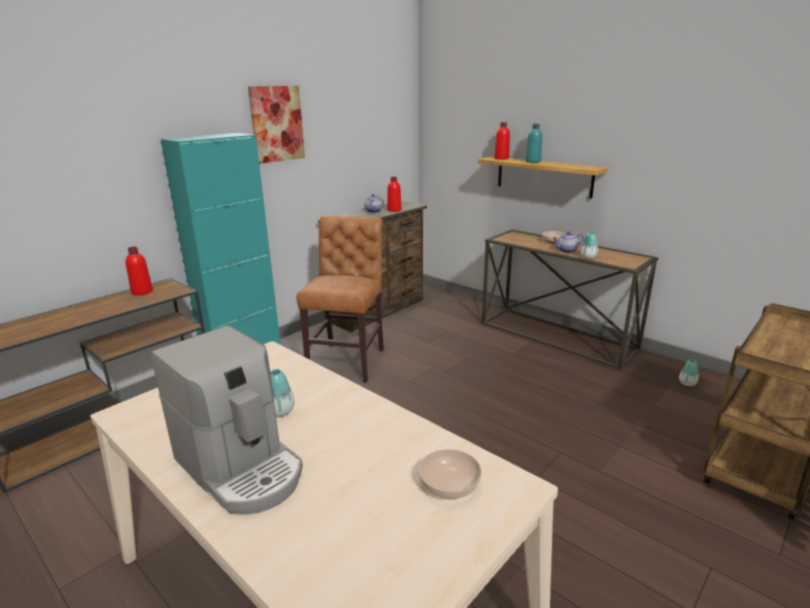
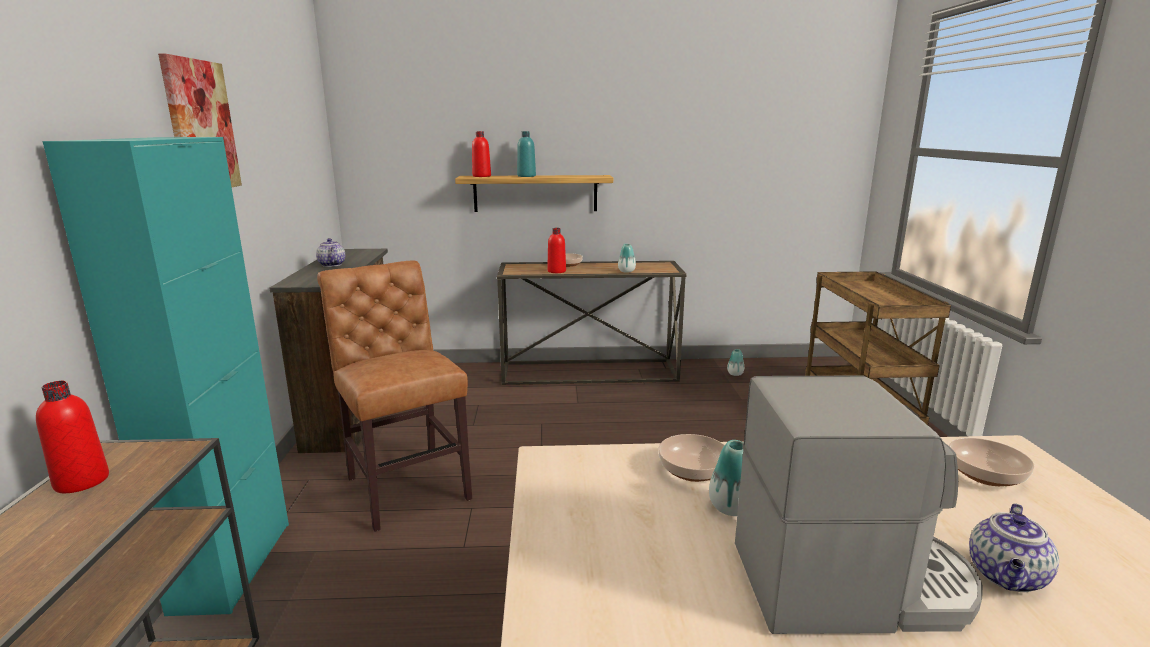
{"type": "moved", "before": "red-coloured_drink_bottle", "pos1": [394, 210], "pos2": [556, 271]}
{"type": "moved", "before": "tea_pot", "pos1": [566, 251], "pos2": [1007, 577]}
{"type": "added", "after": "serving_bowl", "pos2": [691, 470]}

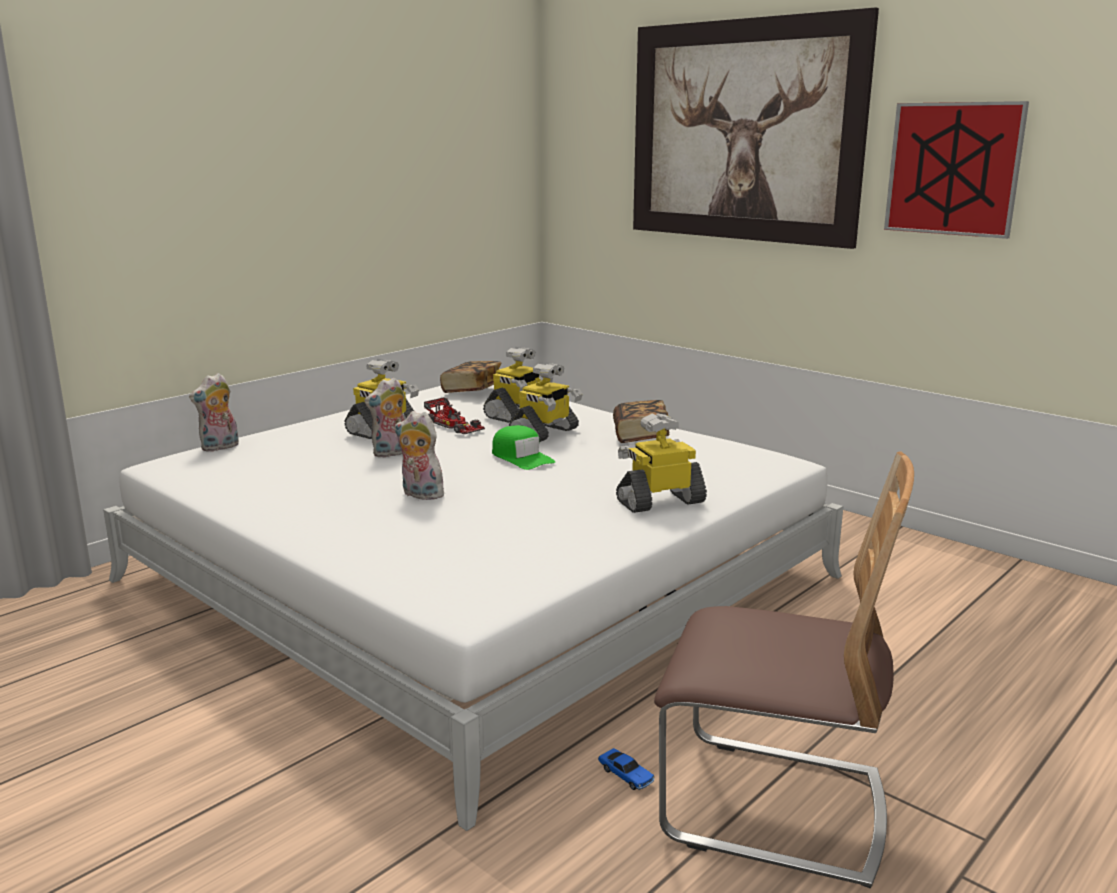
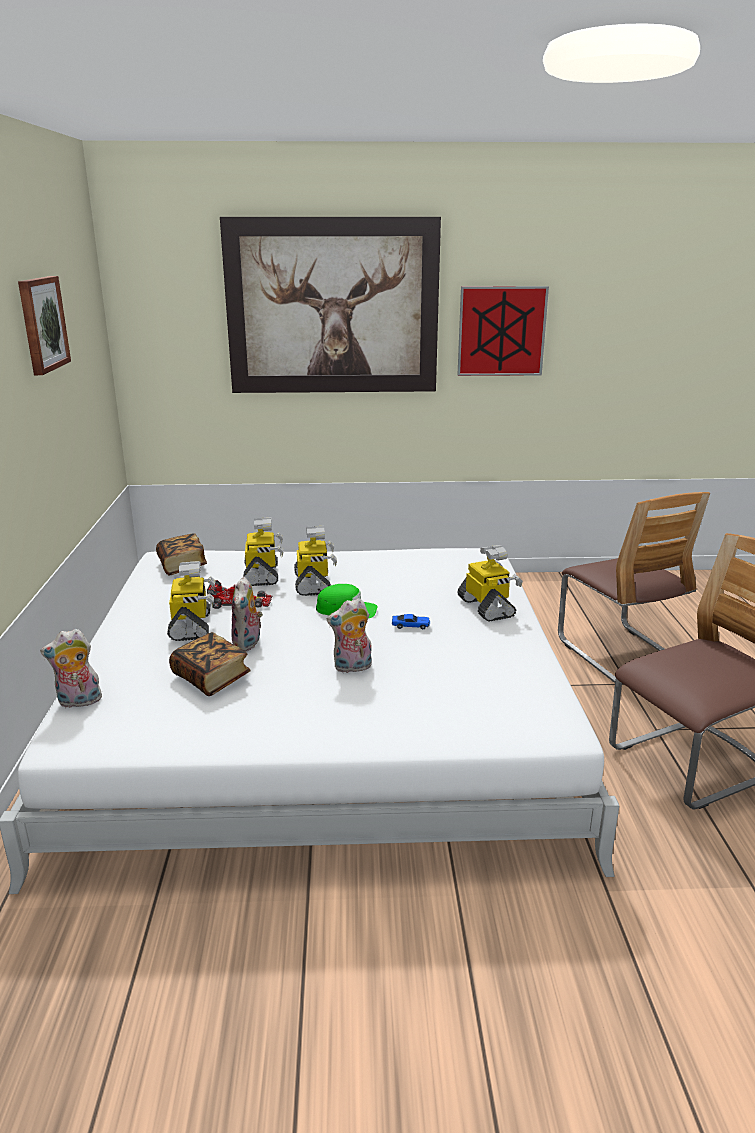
{"type": "turned", "before": "cuddly_toy", "pos1": [220, 447], "pos2": [78, 702], "turn": 75}
{"type": "moved", "before": "miniature_car", "pos1": [626, 775], "pos2": [411, 625]}
{"type": "moved", "before": "volume", "pos1": [640, 436], "pos2": [211, 678]}
{"type": "turned", "before": "toy_robot", "pos1": [660, 501], "pos2": [487, 608], "turn": 135}
{"type": "added", "after": "wall_picture", "pos2": [42, 324]}
{"type": "added", "after": "chair", "pos2": [619, 653]}

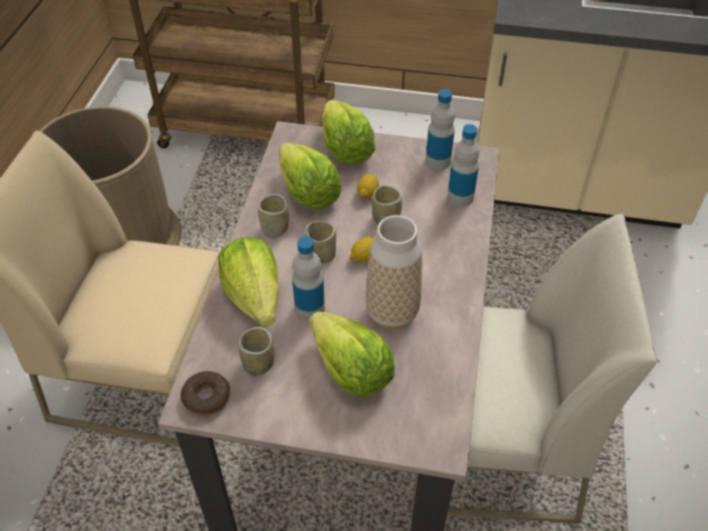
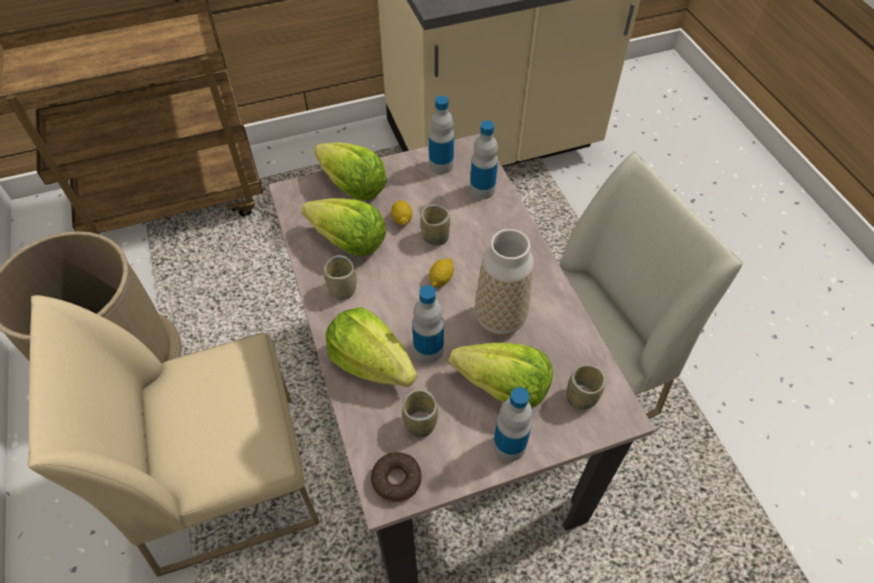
{"type": "moved", "before": "drinking_cup", "pos1": [321, 255], "pos2": [581, 397]}
{"type": "added", "after": "drink_bottle", "pos2": [509, 445]}

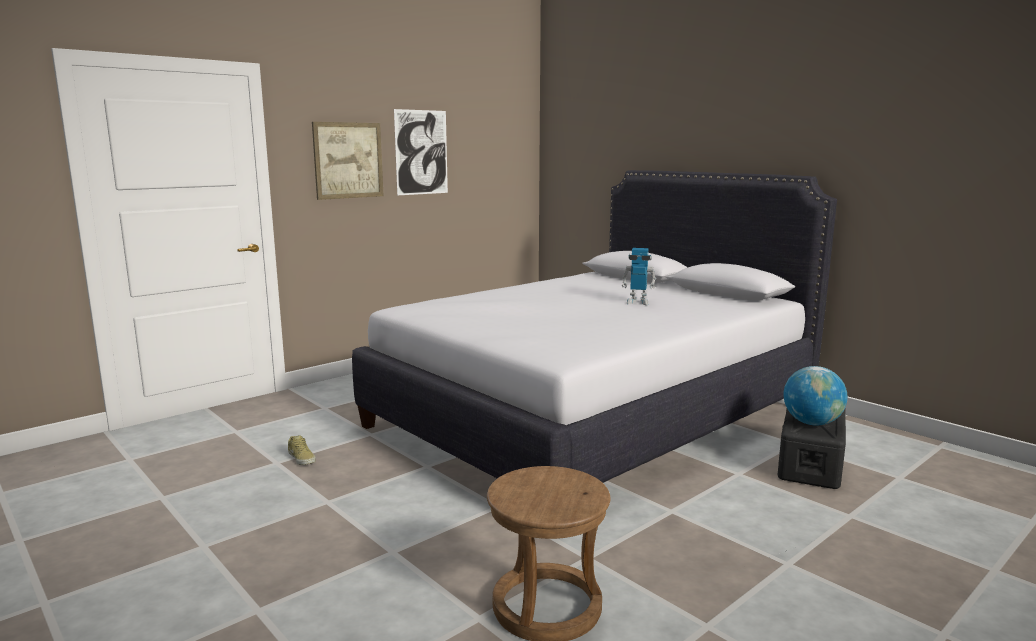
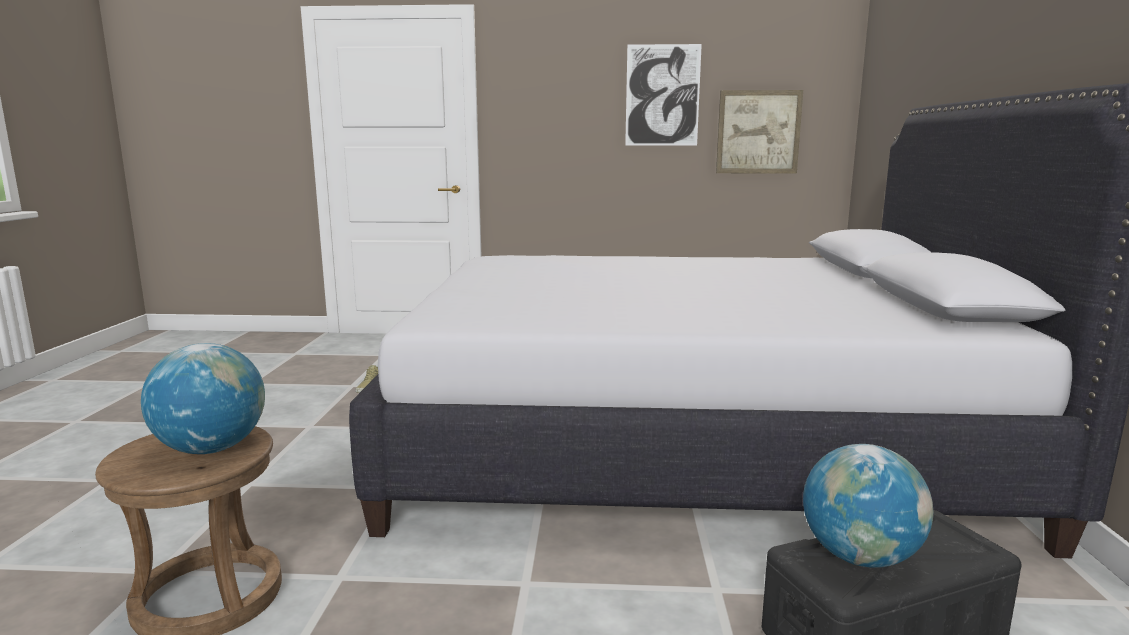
{"type": "moved", "before": "wall_picture", "pos1": [348, 160], "pos2": [758, 132]}
{"type": "removed", "before": "toy_robot", "pos1": [637, 302]}
{"type": "added", "after": "globe", "pos2": [211, 448]}

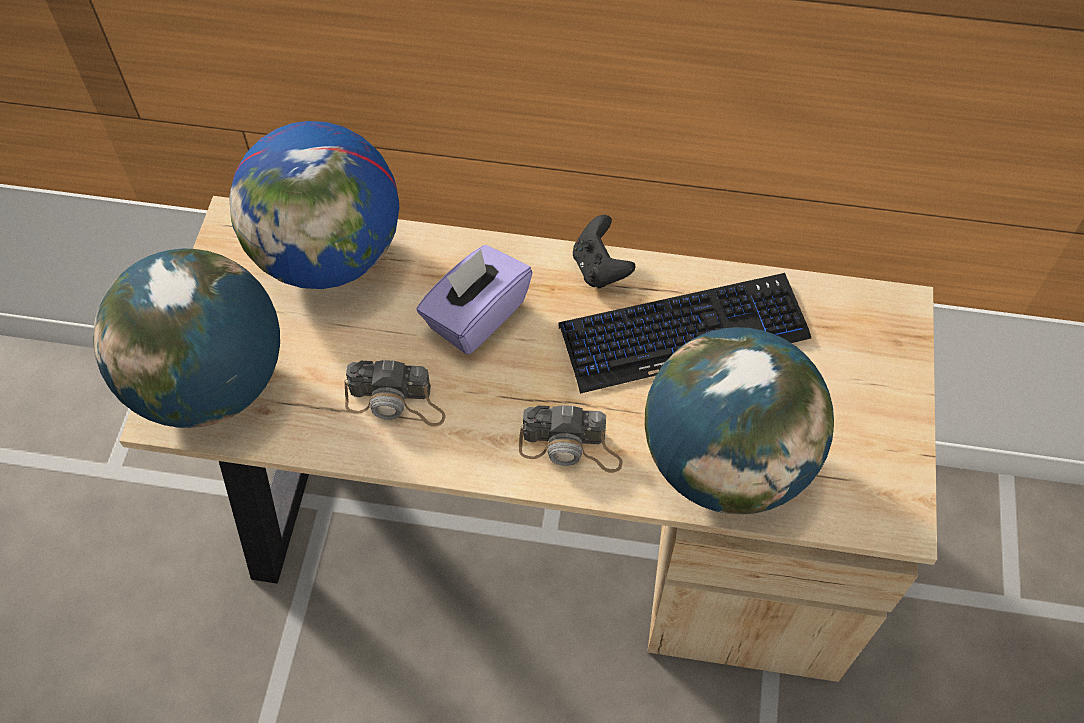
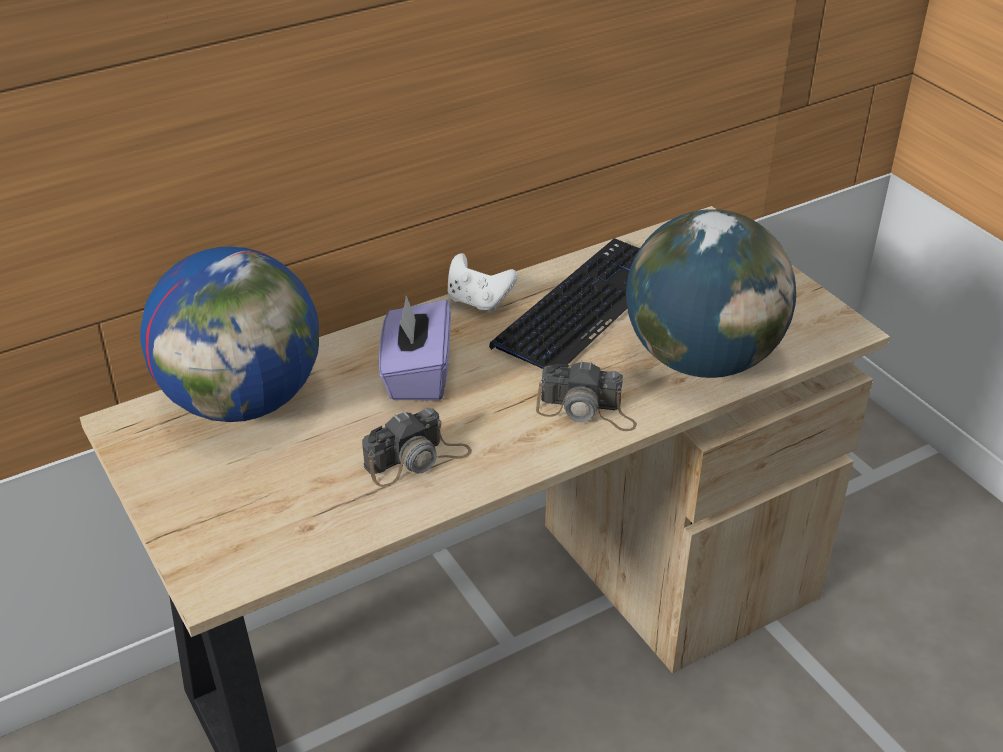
{"type": "removed", "before": "globe", "pos1": [211, 382]}
{"type": "turned", "before": "photo_camera", "pos1": [571, 447], "pos2": [586, 411], "turn": 45}
{"type": "recoloured", "before": "black-coloured_joypad", "after": "white-coloured_joypad", "pos1": [600, 268], "pos2": [478, 302]}

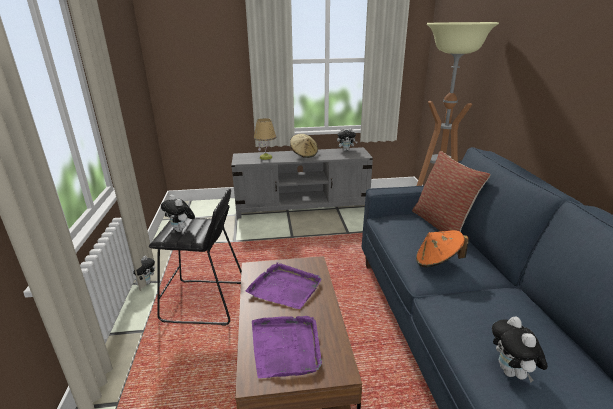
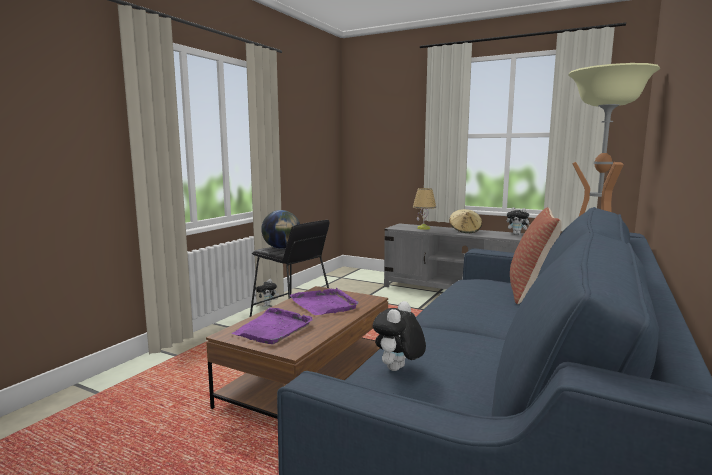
{"type": "replaced", "before": "cuddly_toy", "after": "globe", "pos1": [181, 230], "pos2": [282, 248]}
{"type": "removed", "before": "orangey_hat", "pos1": [437, 262]}

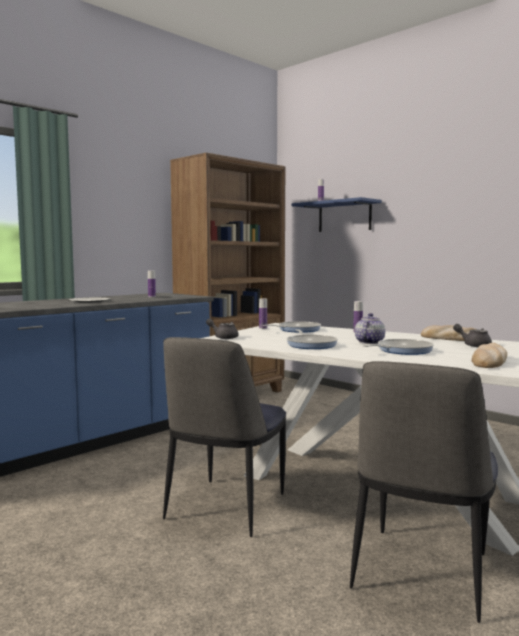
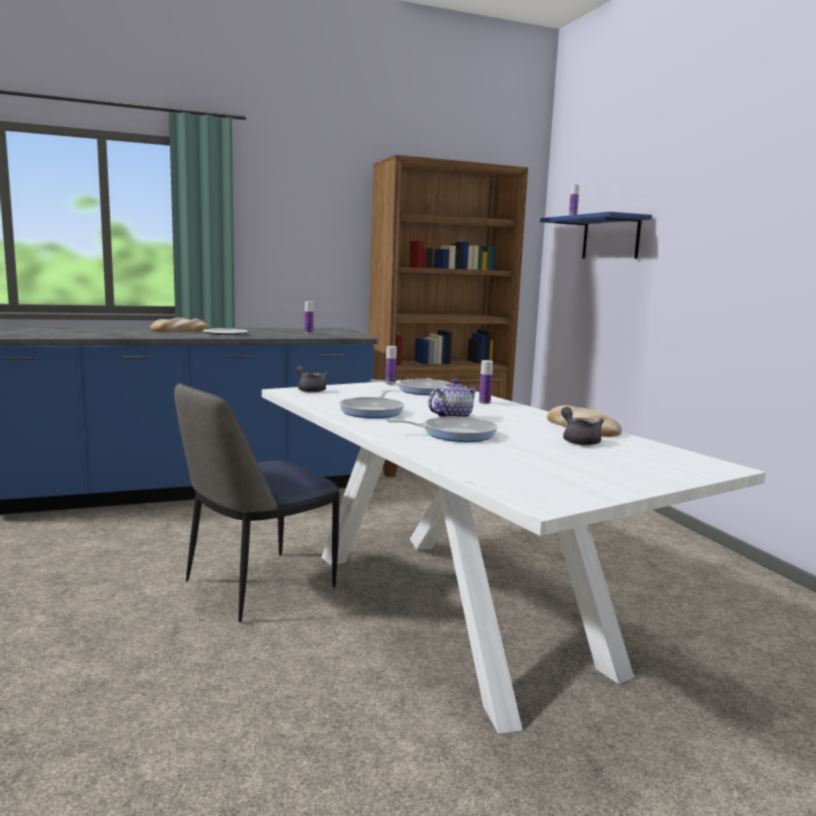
{"type": "removed", "before": "chair", "pos1": [420, 573]}
{"type": "moved", "before": "bread", "pos1": [489, 361], "pos2": [180, 330]}

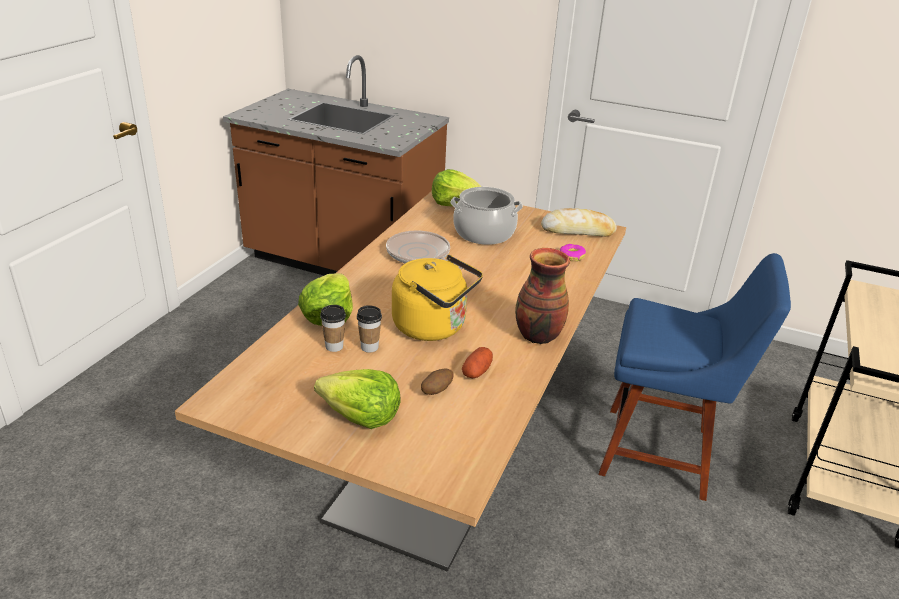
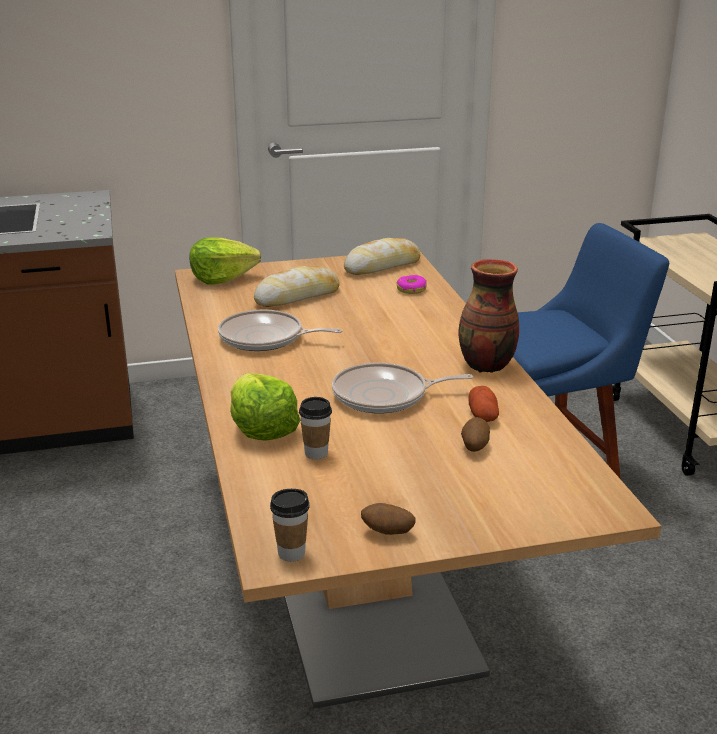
{"type": "removed", "before": "lettuce_head", "pos1": [361, 416]}
{"type": "moved", "before": "drinking_cup", "pos1": [369, 347], "pos2": [291, 553]}
{"type": "replaced", "before": "yellowish_tea_kettle", "after": "skillet", "pos1": [434, 327], "pos2": [385, 396]}
{"type": "replaced", "before": "cooking_pot", "after": "bread", "pos1": [484, 233], "pos2": [297, 296]}
{"type": "added", "after": "spud", "pos2": [387, 533]}

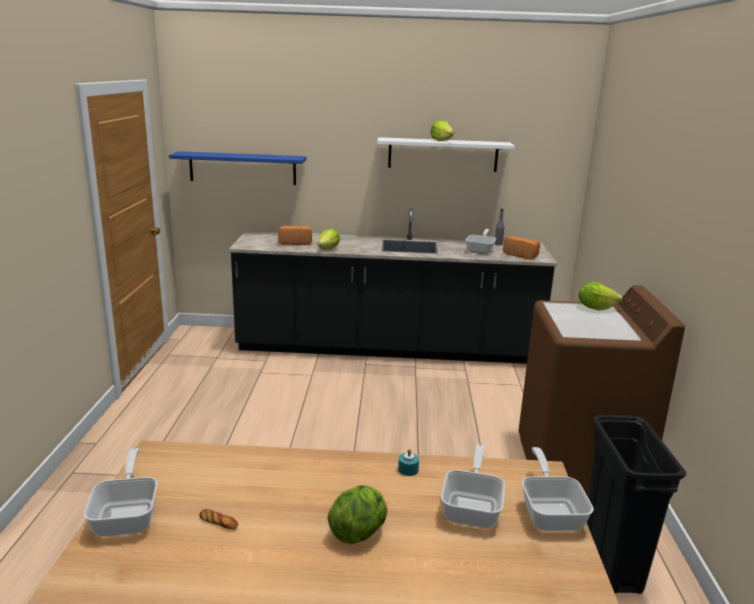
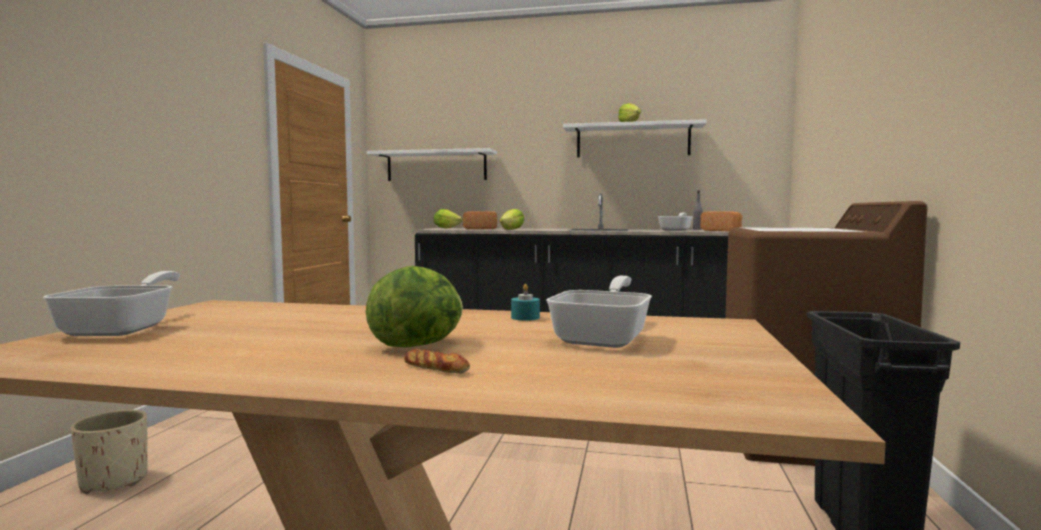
{"type": "recoloured", "before": "blue_bracket_shelf", "after": "white-coloured_bracket_shelf", "pos1": [242, 168], "pos2": [436, 166]}
{"type": "moved", "before": "bread", "pos1": [218, 522], "pos2": [436, 368]}
{"type": "removed", "before": "skillet", "pos1": [551, 512]}
{"type": "moved", "before": "lettuce_head", "pos1": [595, 308], "pos2": [446, 228]}
{"type": "added", "after": "beige_planter", "pos2": [113, 481]}

